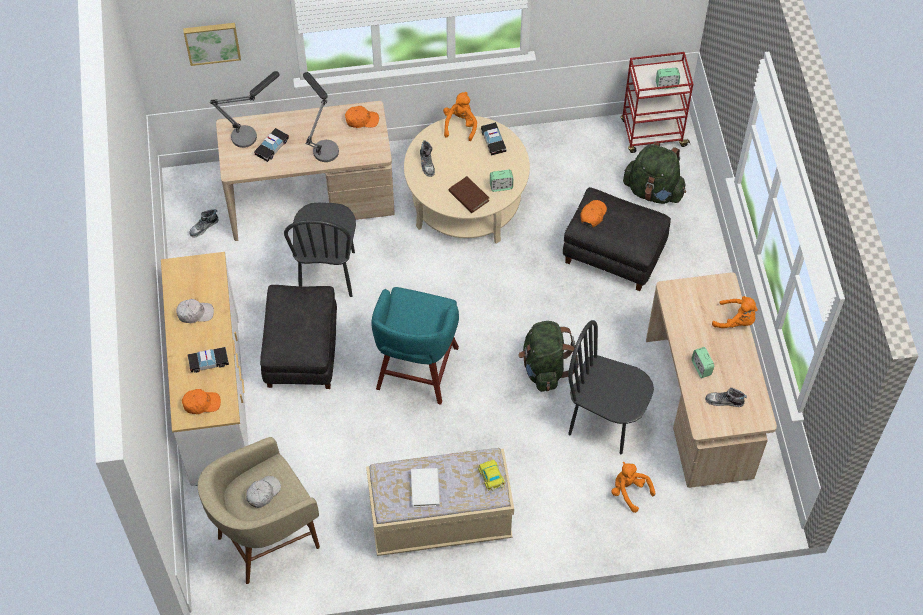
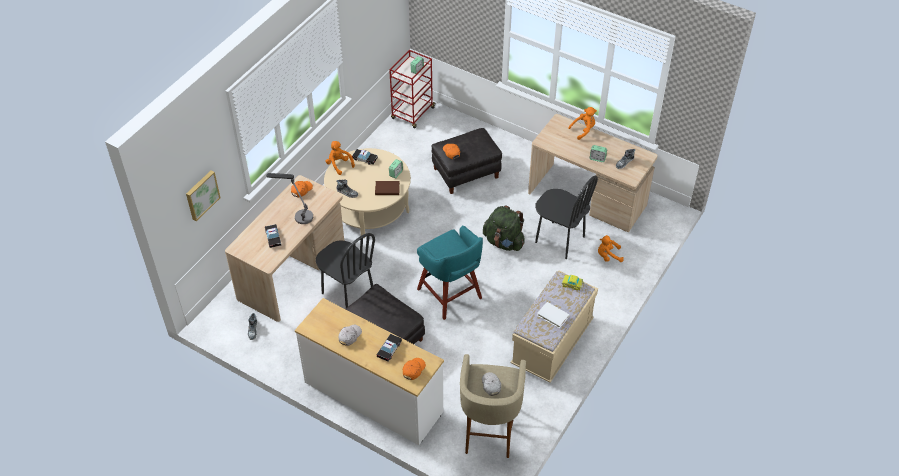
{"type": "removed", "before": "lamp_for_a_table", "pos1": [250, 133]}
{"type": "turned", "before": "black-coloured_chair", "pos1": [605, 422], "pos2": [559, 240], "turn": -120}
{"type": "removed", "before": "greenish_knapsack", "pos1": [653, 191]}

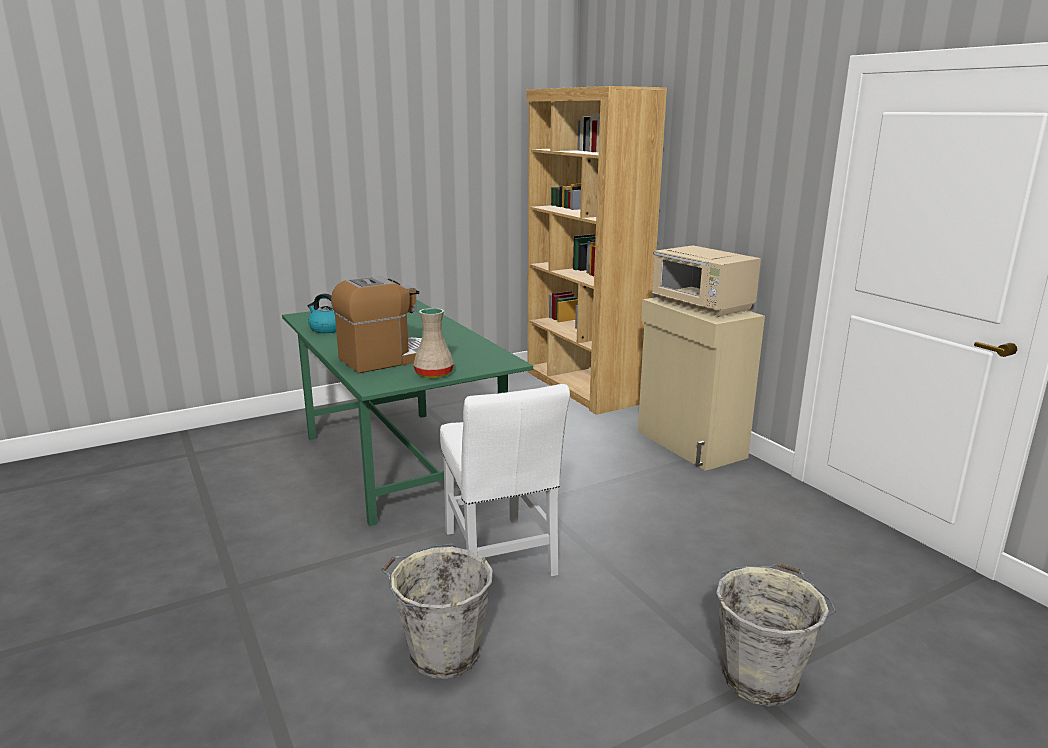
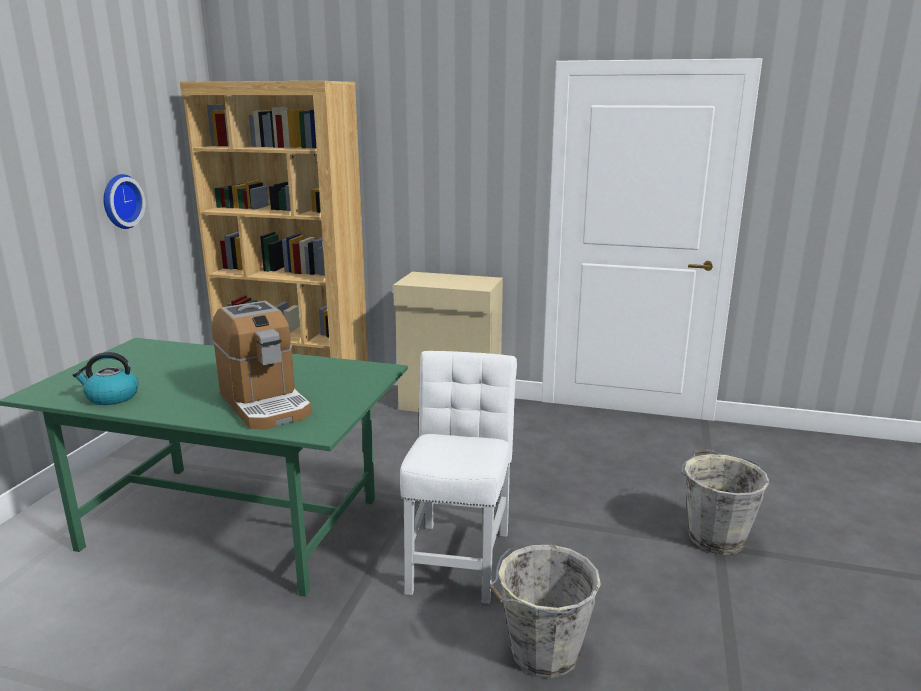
{"type": "turned", "before": "coffee_maker", "pos1": [387, 359], "pos2": [265, 404], "turn": 135}
{"type": "removed", "before": "beige_flower_vase", "pos1": [433, 374]}
{"type": "turned", "before": "white-coloured_chair", "pos1": [499, 557], "pos2": [459, 556], "turn": -105}
{"type": "removed", "before": "beige_microwave", "pos1": [702, 306]}
{"type": "added", "after": "wall_clock", "pos2": [120, 201]}

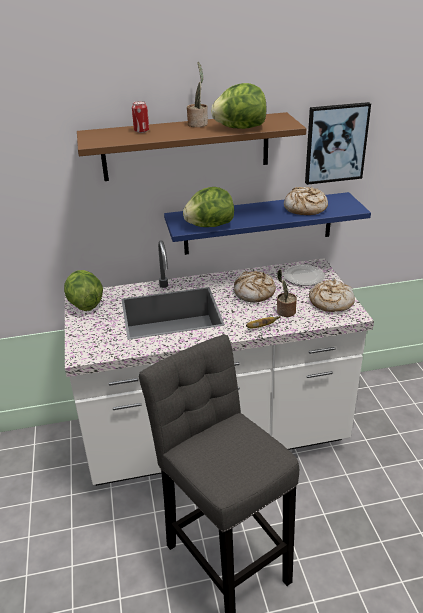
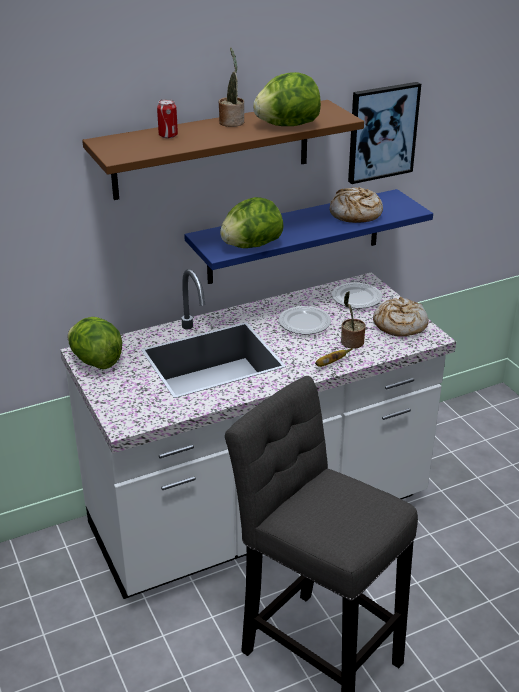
{"type": "replaced", "before": "bread", "after": "plate", "pos1": [254, 293], "pos2": [305, 323]}

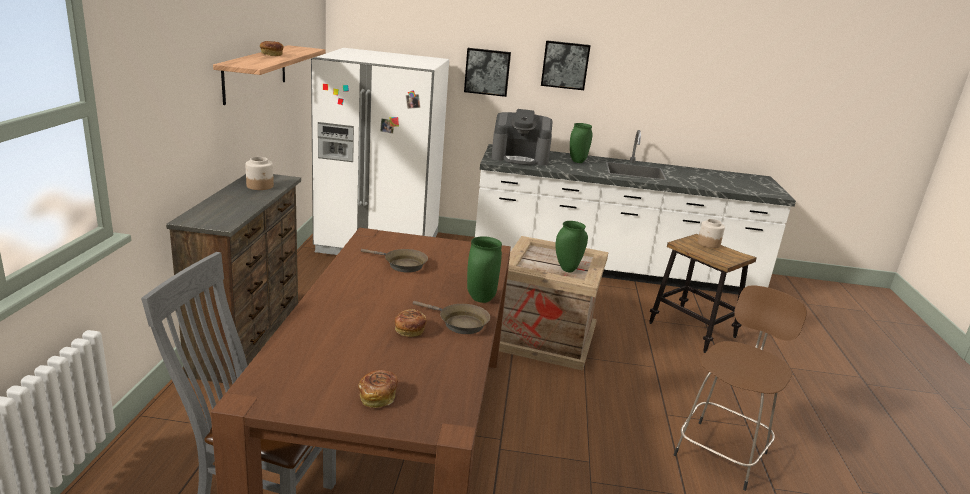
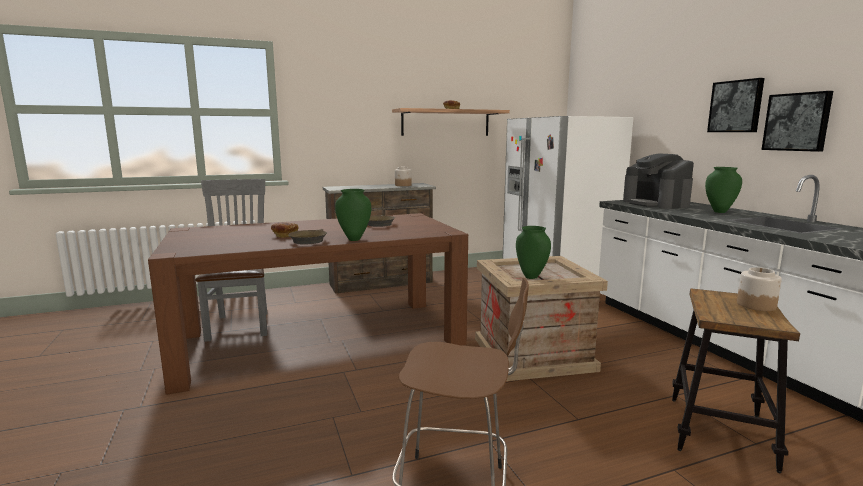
{"type": "removed", "before": "bread", "pos1": [378, 397]}
{"type": "moved", "before": "wall_picture", "pos1": [487, 72], "pos2": [797, 122]}

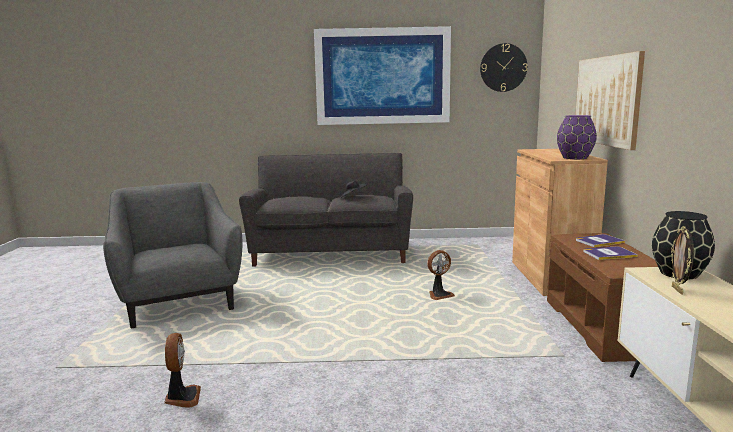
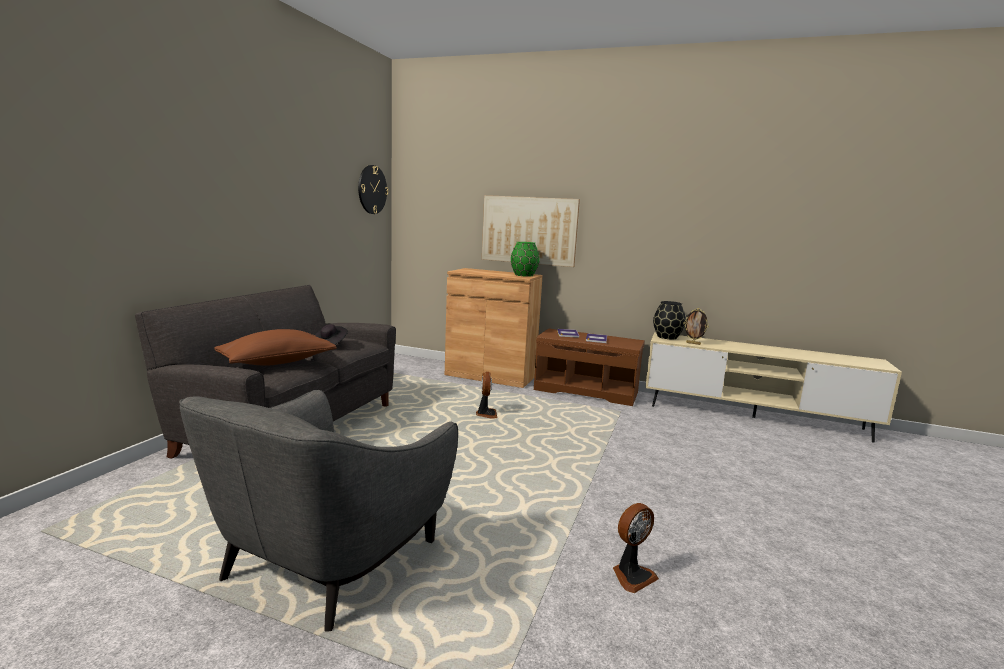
{"type": "turned", "before": "greyish_lounge_chair", "pos1": [178, 302], "pos2": [329, 559], "turn": -60}
{"type": "turned", "before": "electric_fan", "pos1": [182, 397], "pos2": [632, 575], "turn": 135}
{"type": "removed", "before": "wall_picture", "pos1": [382, 76]}
{"type": "recoloured", "before": "purplish_flower_vase", "after": "greenish_flower_vase", "pos1": [575, 158], "pos2": [524, 275]}
{"type": "added", "after": "brown-coloured_pillow", "pos2": [277, 362]}

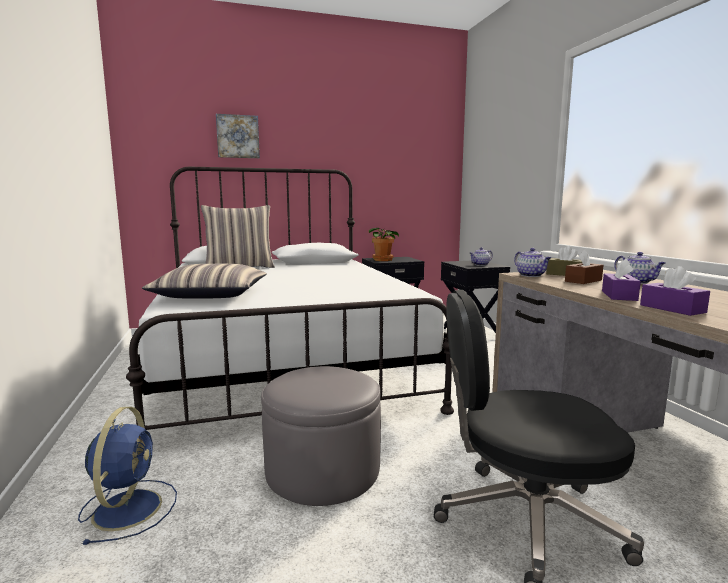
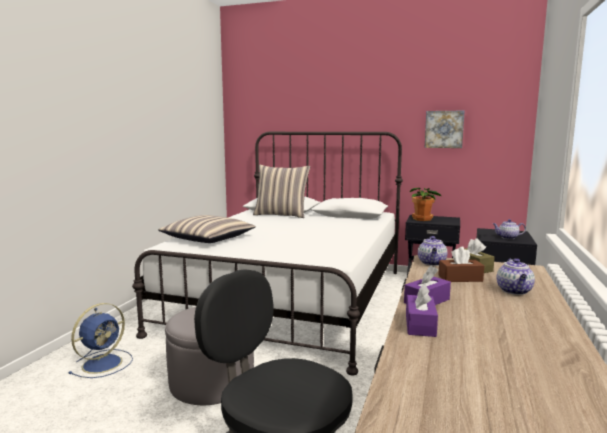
{"type": "moved", "before": "wall_picture", "pos1": [238, 136], "pos2": [444, 129]}

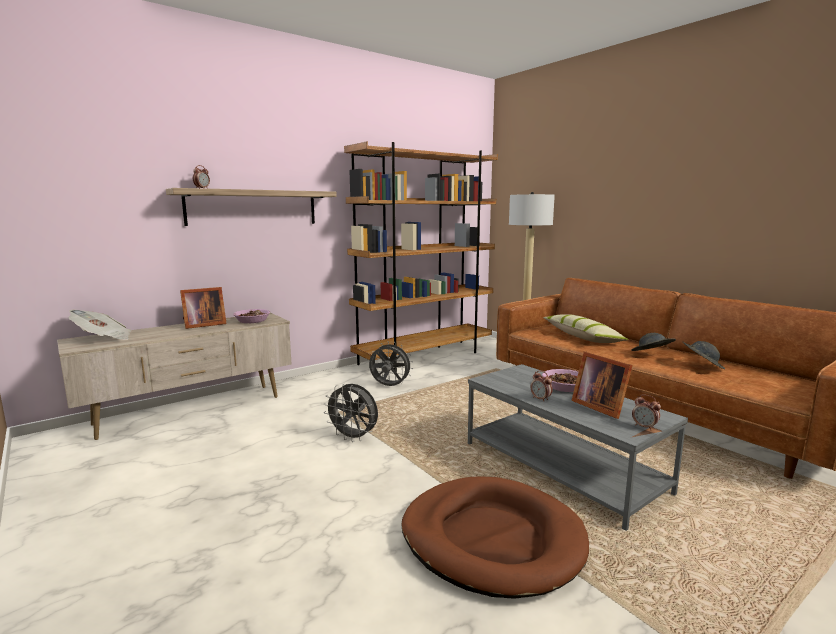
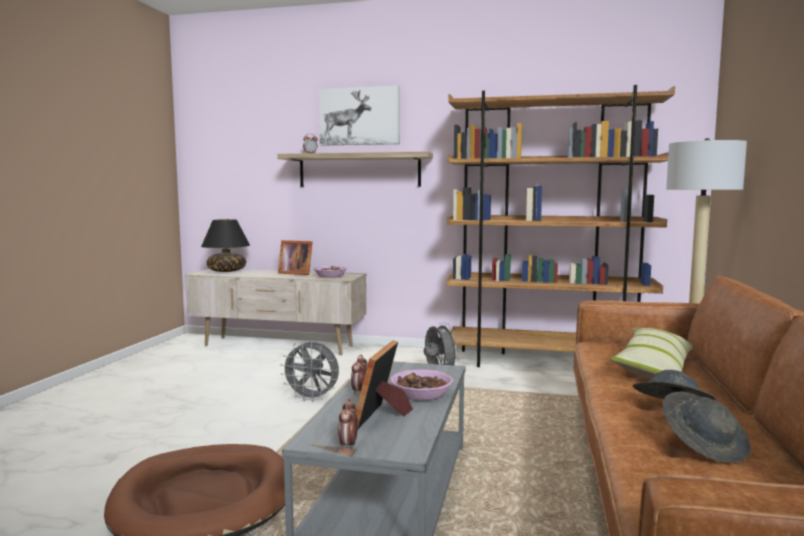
{"type": "replaced", "before": "newspaper", "after": "black-coloured_lamp_for_a_table", "pos1": [104, 338], "pos2": [227, 271]}
{"type": "turned", "before": "greyish_electric_fan", "pos1": [353, 437], "pos2": [312, 398], "turn": -60}
{"type": "added", "after": "wall_picture", "pos2": [359, 116]}

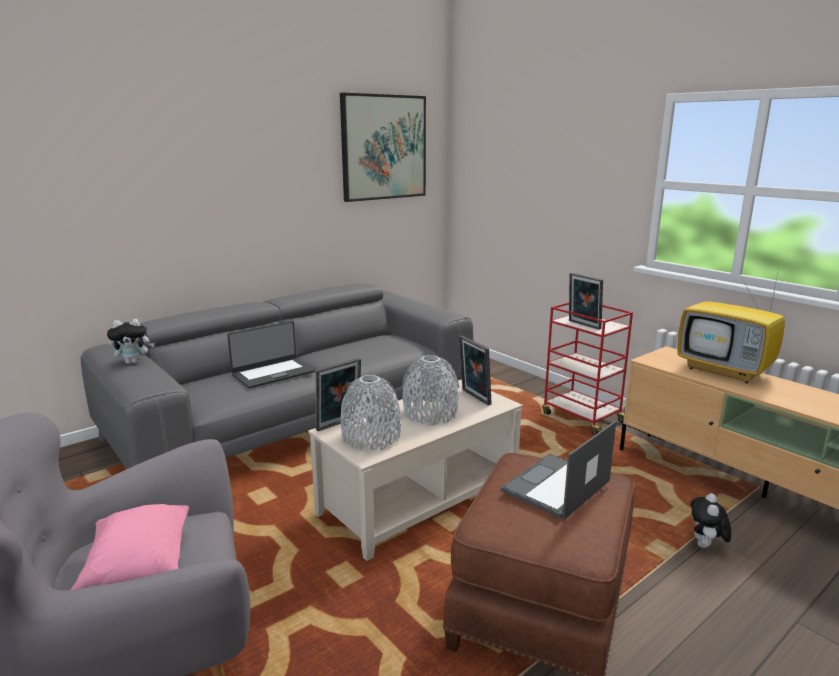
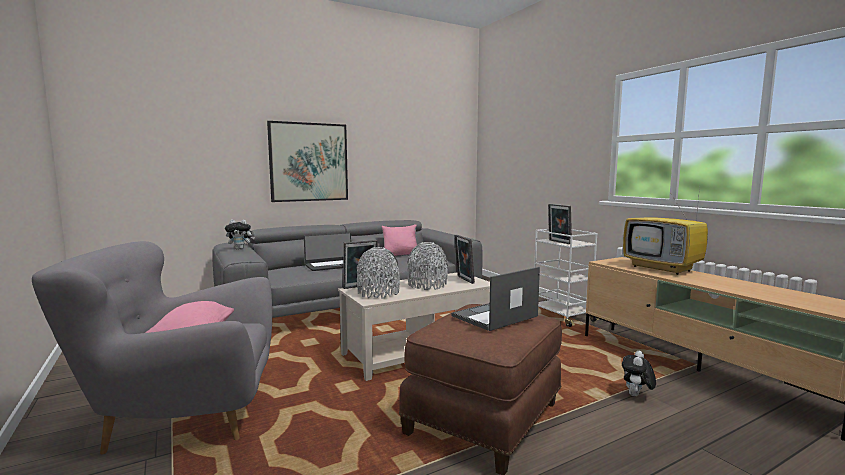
{"type": "moved", "before": "wall_picture", "pos1": [384, 147], "pos2": [309, 162]}
{"type": "recoloured", "before": "red-coloured_wheeled_cart", "after": "white-coloured_wheeled_cart", "pos1": [581, 417], "pos2": [561, 317]}
{"type": "added", "after": "pink-coloured_pillow", "pos2": [401, 255]}

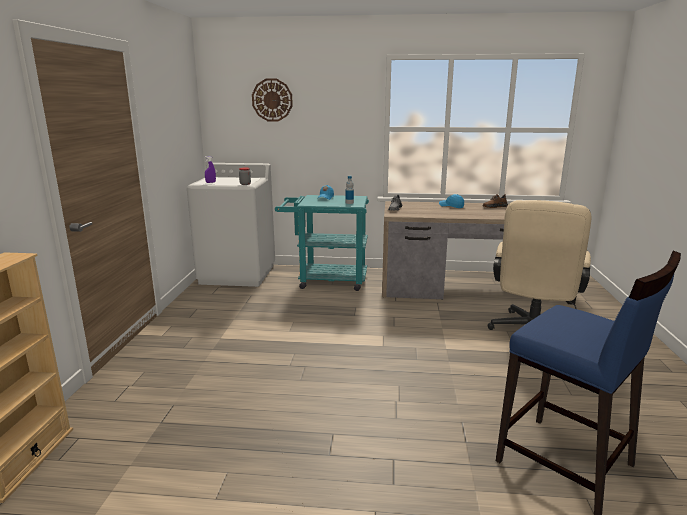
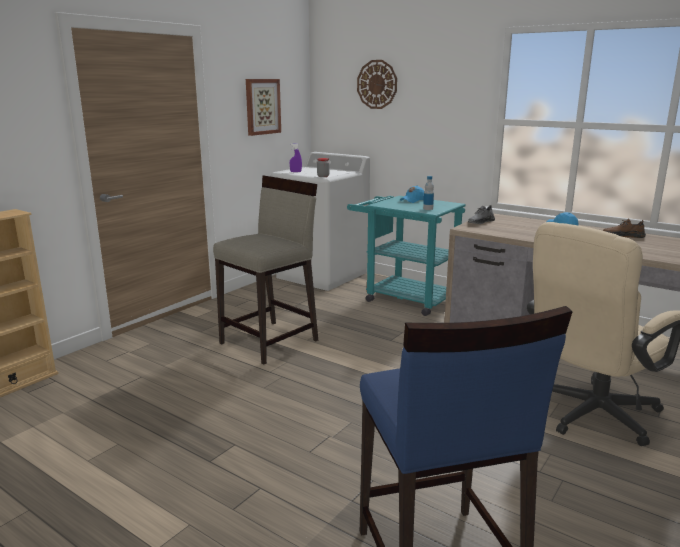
{"type": "added", "after": "beige_stool_seat", "pos2": [270, 341]}
{"type": "added", "after": "wall_picture", "pos2": [262, 106]}

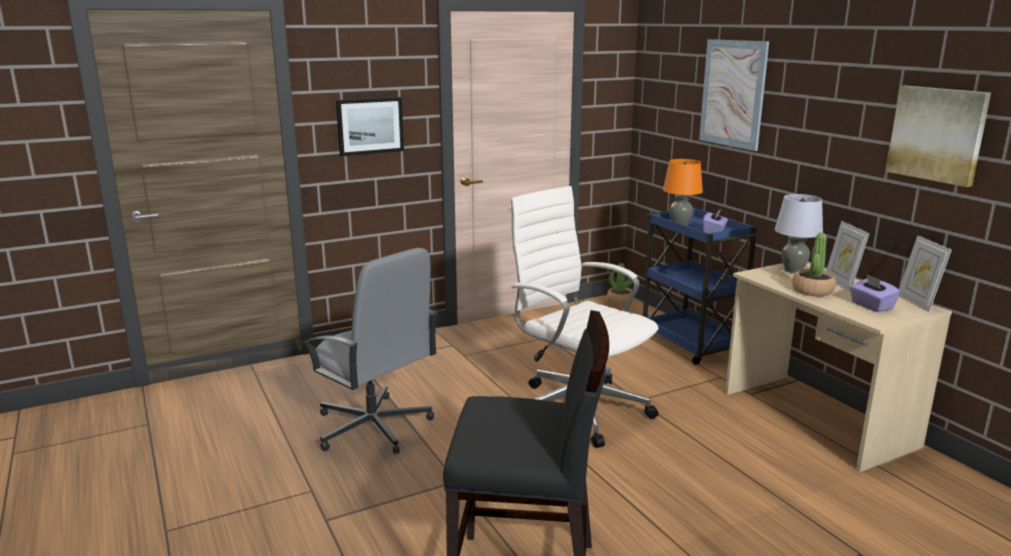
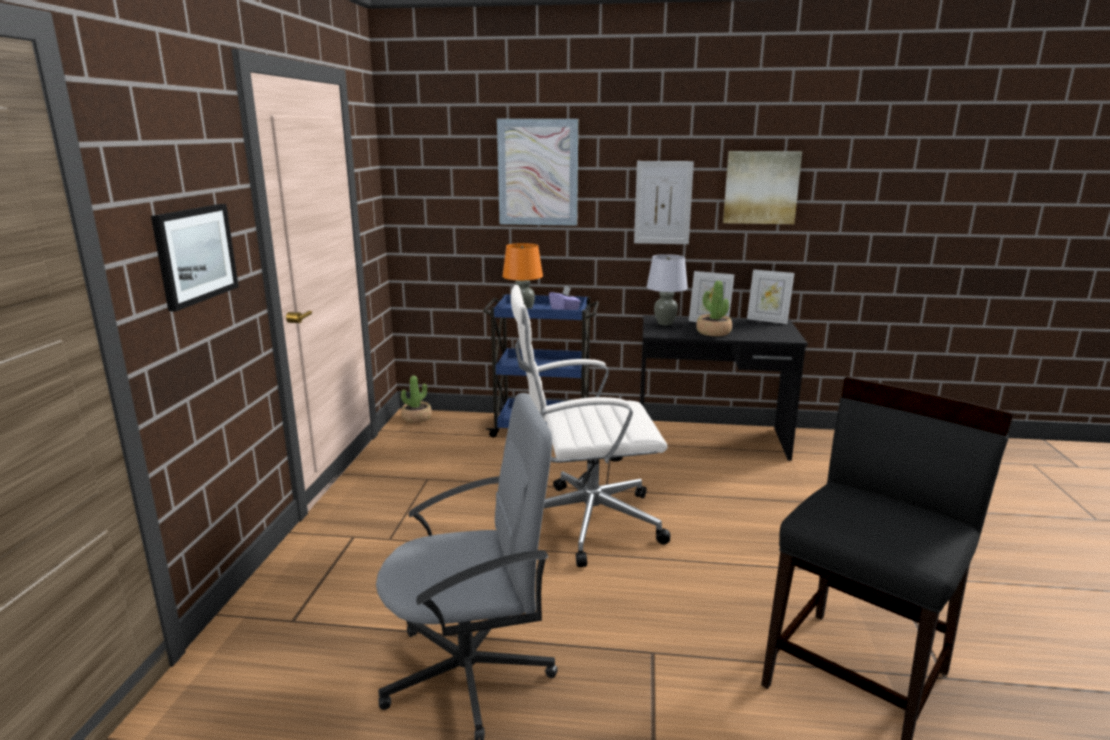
{"type": "recoloured", "before": "beige_desk", "after": "black-coloured_desk", "pos1": [816, 419], "pos2": [711, 441]}
{"type": "removed", "before": "purplish_tissue_box", "pos1": [871, 306]}
{"type": "added", "after": "wall_picture", "pos2": [663, 203]}

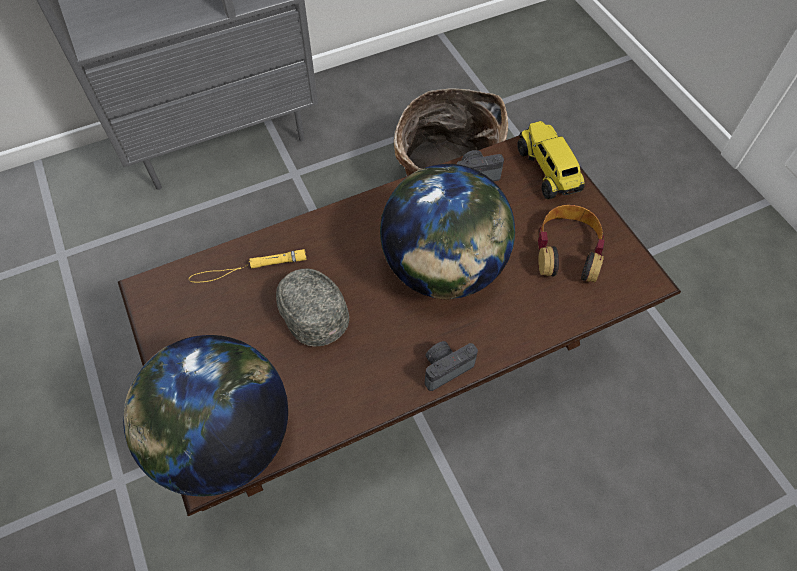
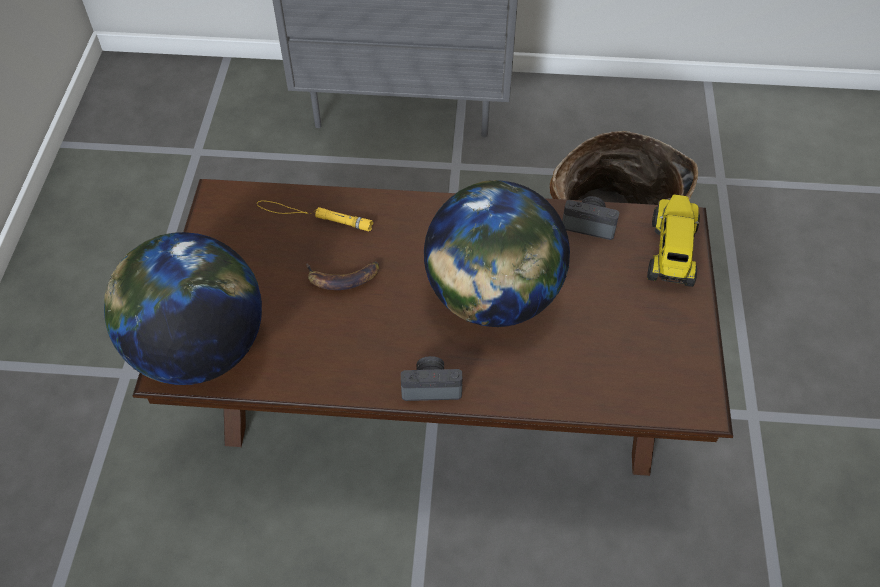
{"type": "replaced", "before": "greyish_cap", "after": "banana", "pos1": [310, 310], "pos2": [343, 277]}
{"type": "removed", "before": "pair_of_headphones", "pos1": [568, 250]}

